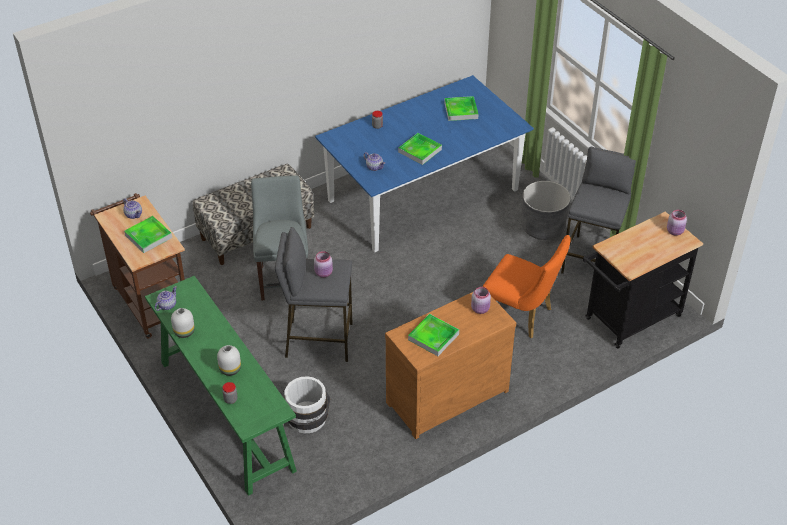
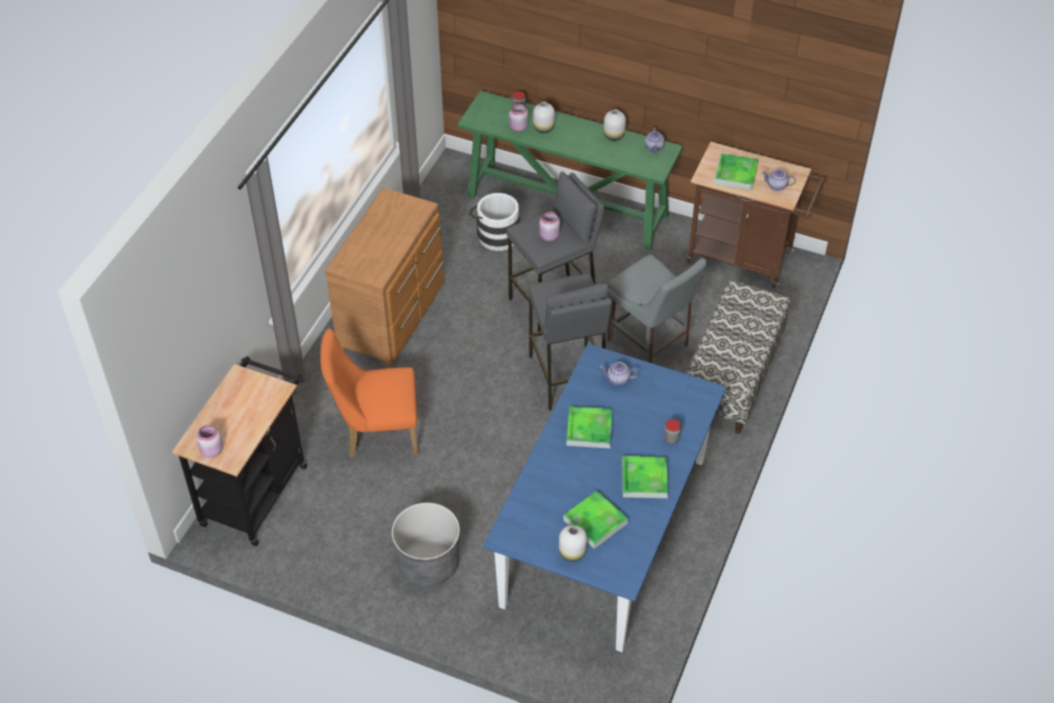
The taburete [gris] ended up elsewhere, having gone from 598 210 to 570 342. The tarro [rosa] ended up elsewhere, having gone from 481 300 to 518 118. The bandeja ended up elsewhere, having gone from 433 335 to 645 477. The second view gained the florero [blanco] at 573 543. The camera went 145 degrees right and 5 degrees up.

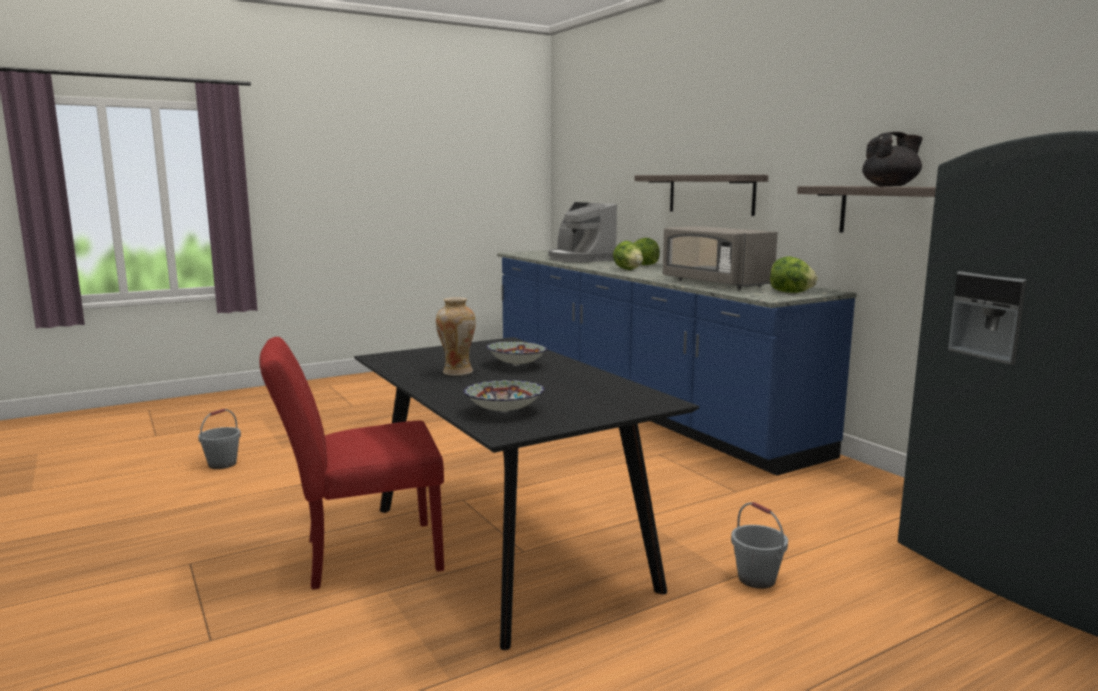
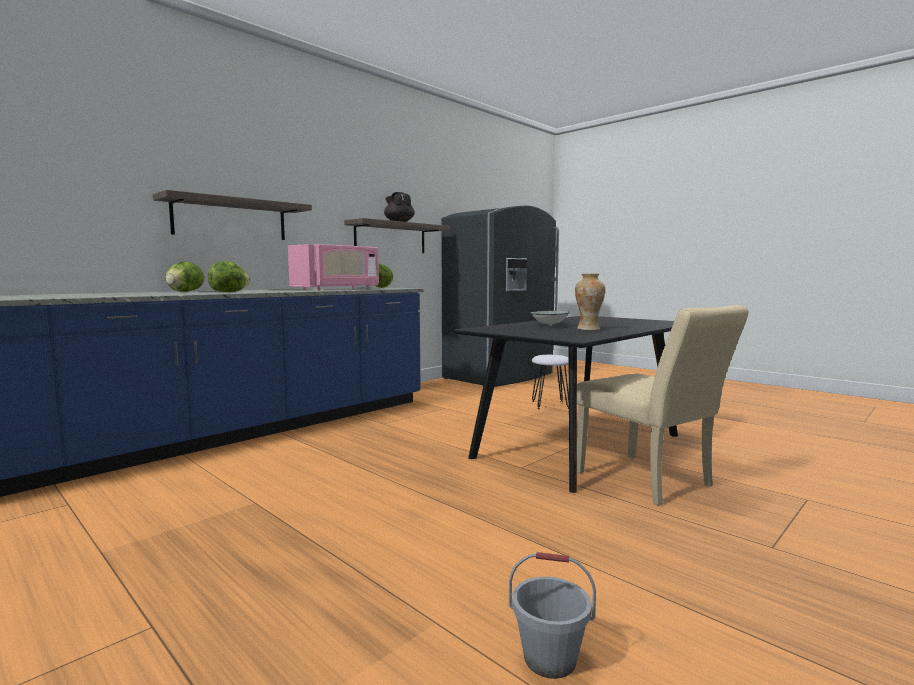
The second view lost the cafetera at 582 232. What was the microondas [gris] at 720 257 turned into the microondas [rosa] at 333 267. What was the silla [rojo] at 351 463 turned into the silla [beis] at 663 405. The second view lost the cuenco at 504 396. Where the cubo [gris] stood at 759 545, the taburete [blanco] came to stand at 550 382. The camera went 105 degrees left and 5 degrees down.

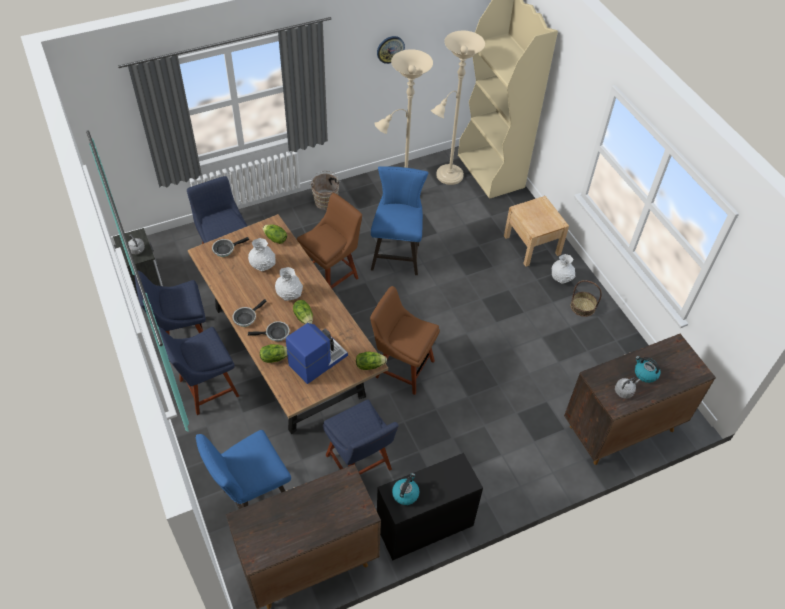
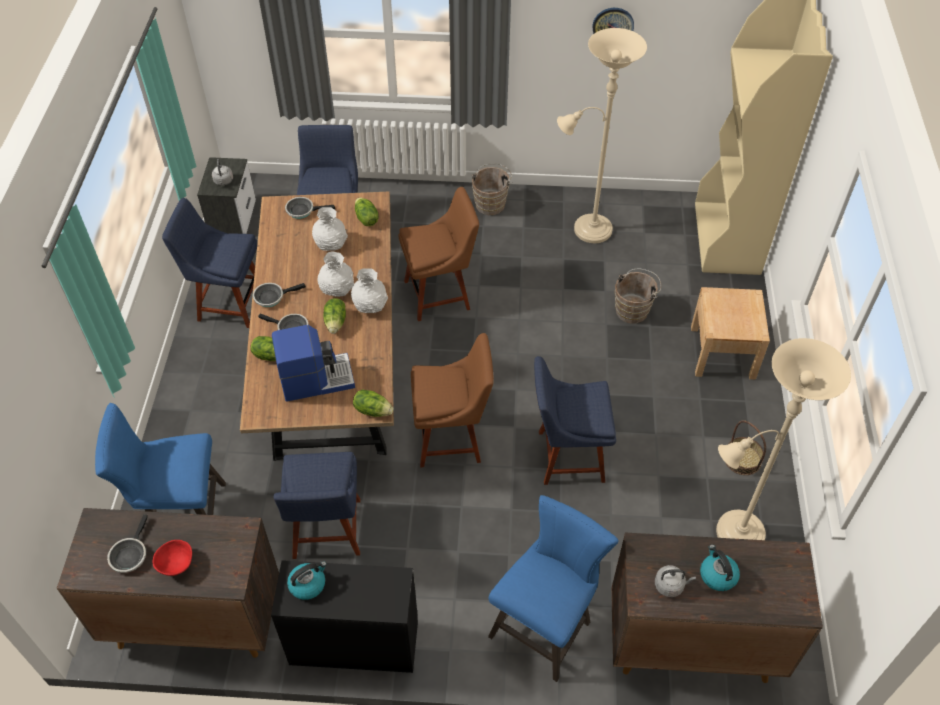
The lámpara de pie [beis] ended up elsewhere, having gone from 457 108 to 783 439. The taburete [azul] ended up elsewhere, having gone from 399 220 to 553 588. The florero [blanco] ended up elsewhere, having gone from 563 269 to 369 290. The silla [marrón] at 405 340 ended up facing another way, 120 degrees clockwise from before. The silla [azul] ended up elsewhere, having gone from 199 371 to 575 420. The second view gained the cubo [marrón] at 638 296. The second view gained the sartén at 127 543. The second view gained the cuenco [rojo] at 172 558. The camera went 30 degrees right and 0 degrees up.

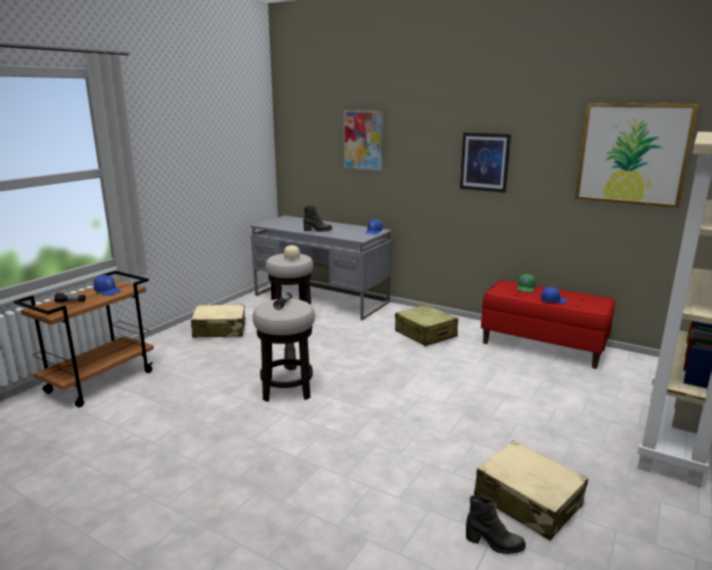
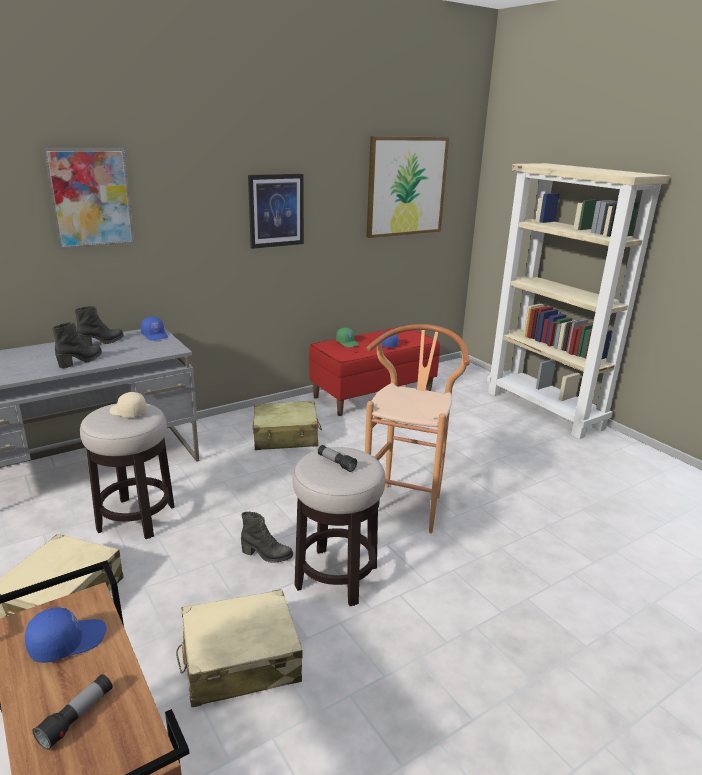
The maleta [beis] ended up elsewhere, having gone from 531 490 to 239 648. The bota [negro] ended up elsewhere, having gone from 496 524 to 98 326. The second view gained the taburete [marrón] at 417 428. The camera went 65 degrees left and 5 degrees up.

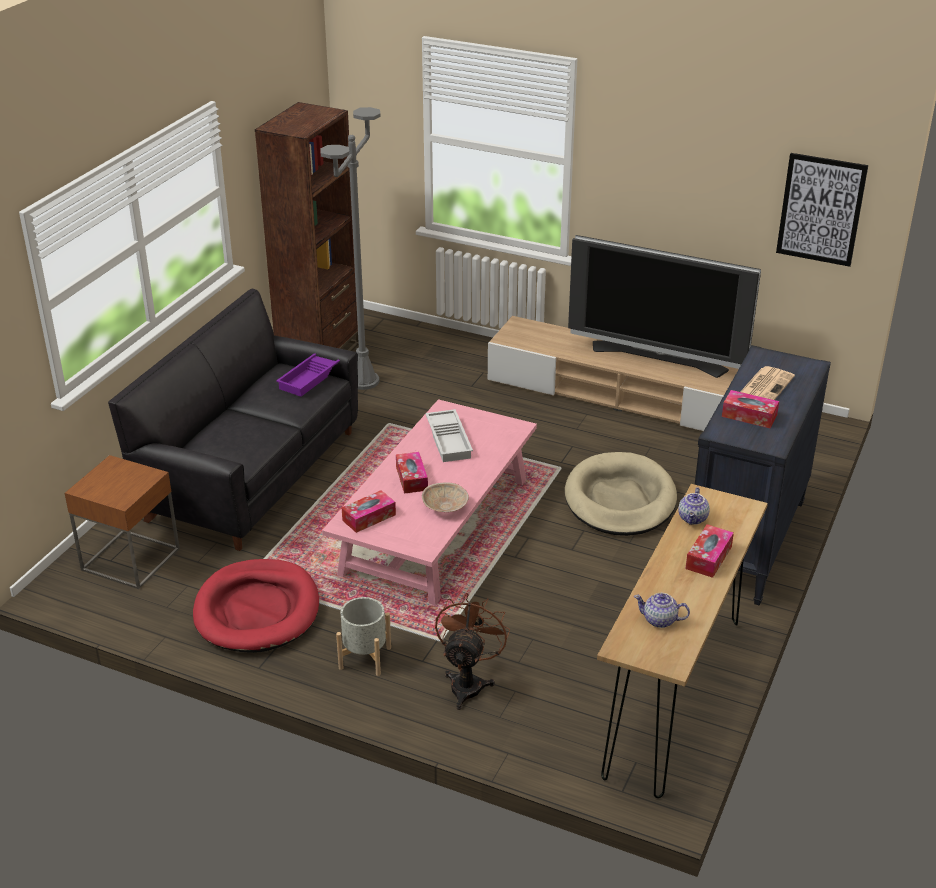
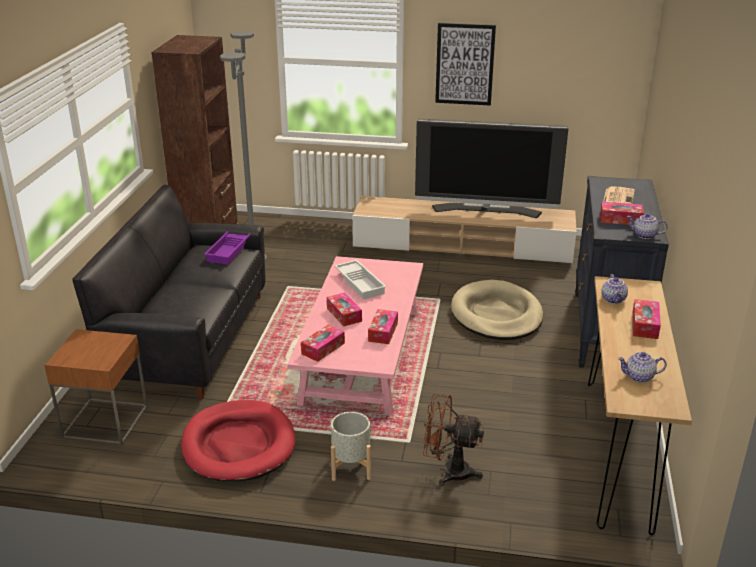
The cuadro ended up elsewhere, having gone from 822 210 to 465 64. Where the cuenco [beis] stood at 445 497, the caja de pañuelos came to stand at 383 326. The ventilador [marrón] at 472 651 ended up facing another way, 75 degrees counterclockwise from before. The second view gained the tetera at 647 226. The camera went 15 degrees left and 5 degrees down.

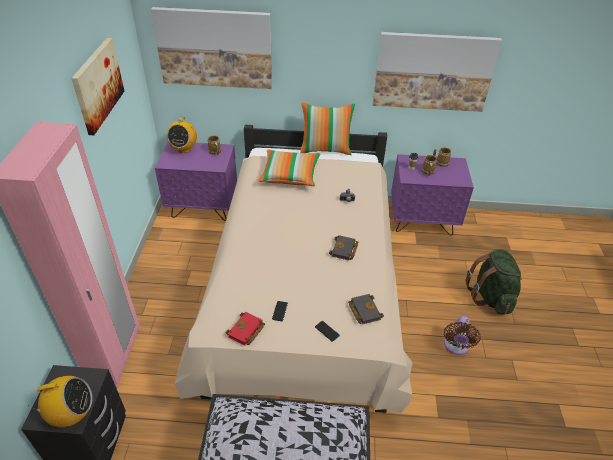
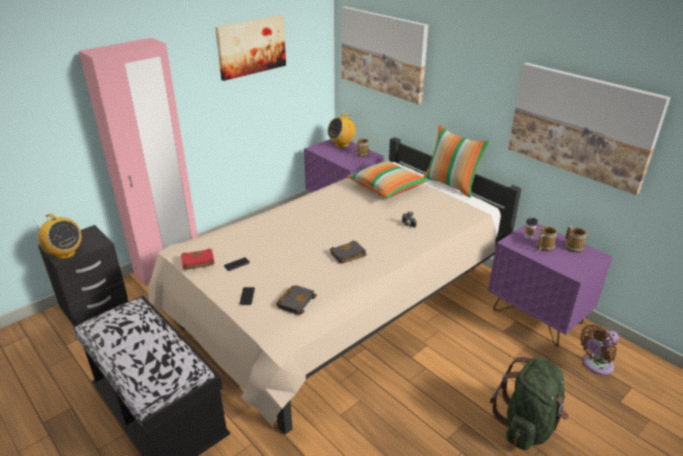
The ventilador [marrón] ended up elsewhere, having gone from 462 335 to 599 350. The camera went 45 degrees right and 10 degrees down.

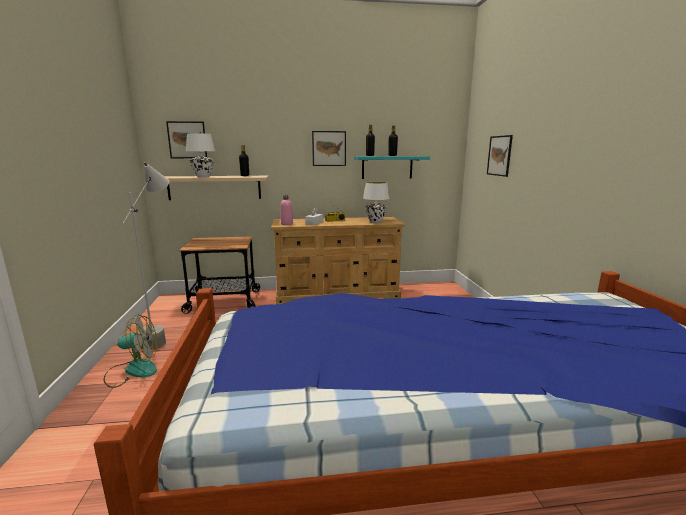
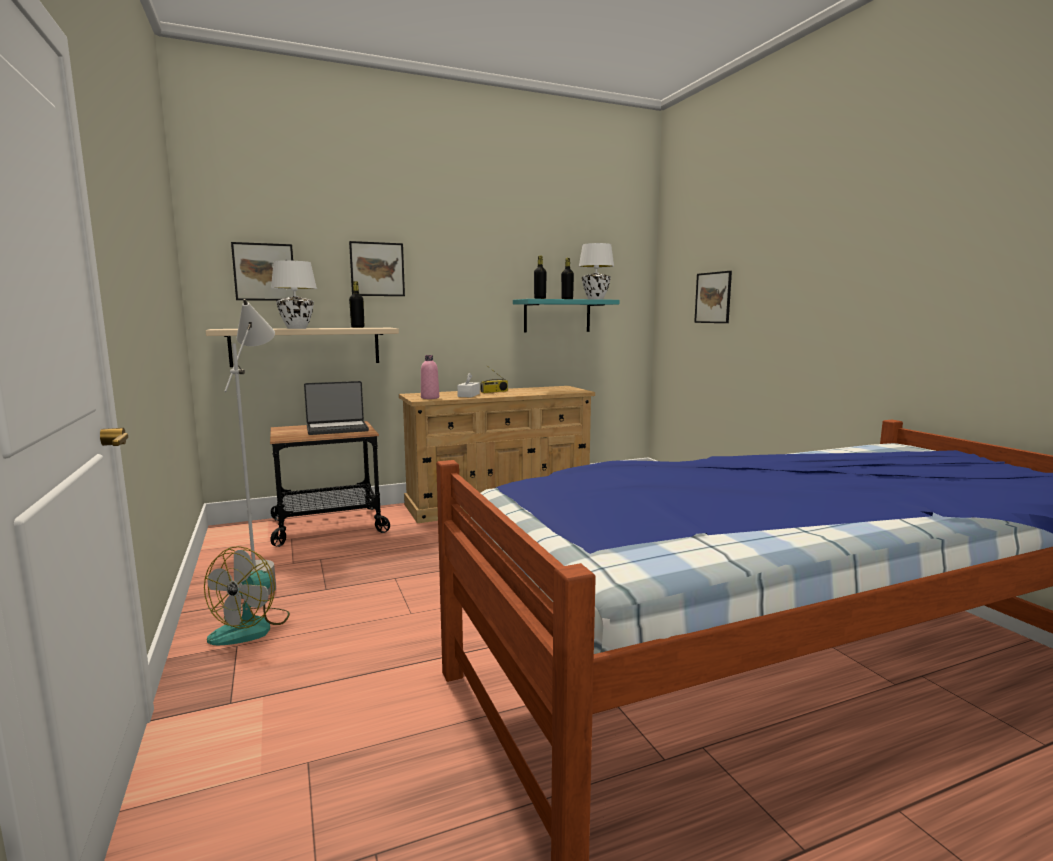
The cuadro ended up elsewhere, having gone from 329 148 to 377 268. The lámpara de mesa [blanco] ended up elsewhere, having gone from 376 202 to 596 271. The ventilador at 130 351 ended up facing another way, 135 degrees clockwise from before. The second view gained the portátil at 336 408. The camera went 15 degrees left and 5 degrees down.

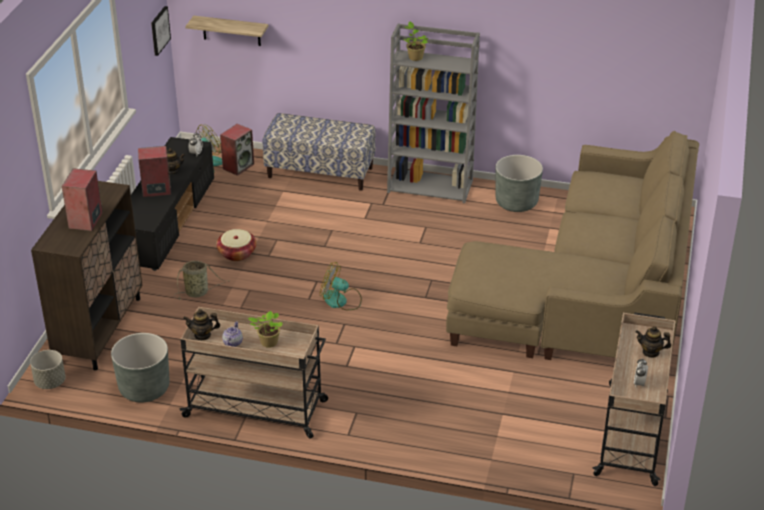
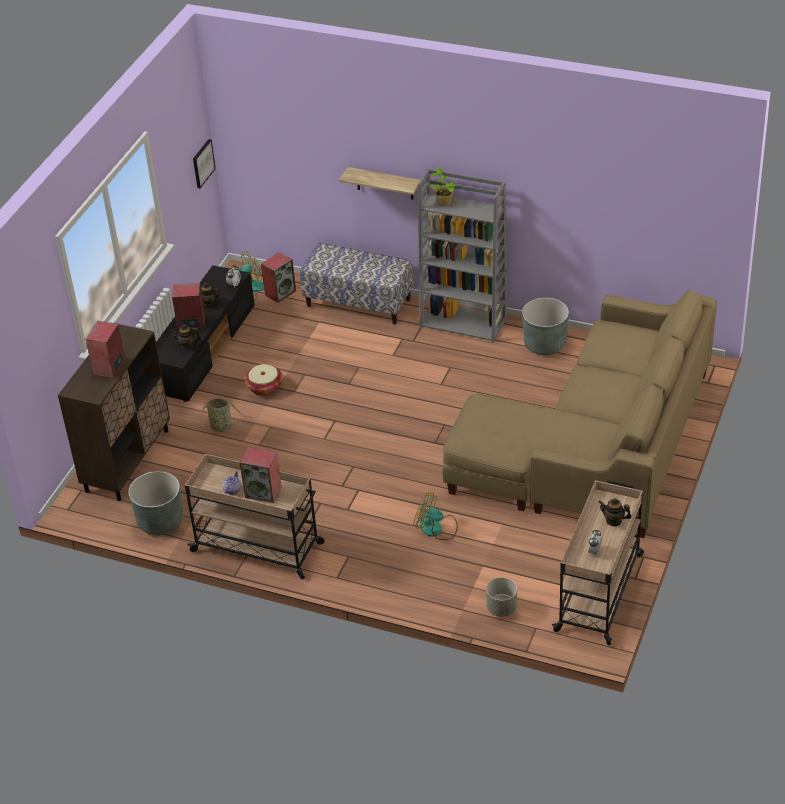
The estante ended up elsewhere, having gone from 227 31 to 379 183. The ventilador ended up elsewhere, having gone from 341 286 to 436 516. The tetera ended up elsewhere, having gone from 201 324 to 186 337. Where the planta en maceta stood at 265 329, the altavoz came to stand at 260 475. The maceta [gris] ended up elsewhere, having gone from 48 369 to 501 597. The camera went 10 degrees right and 5 degrees up.

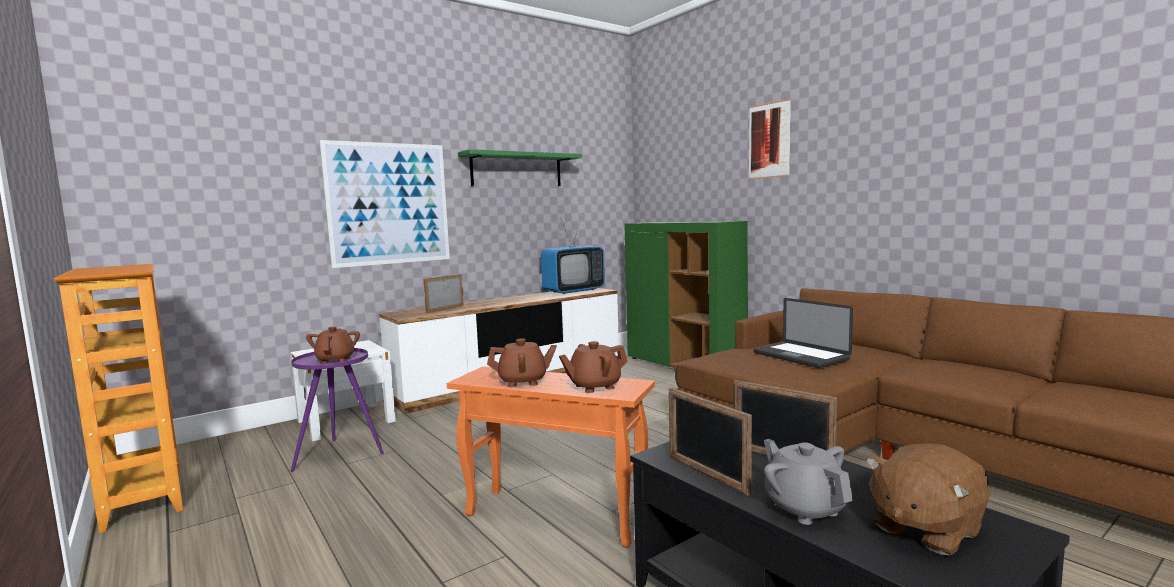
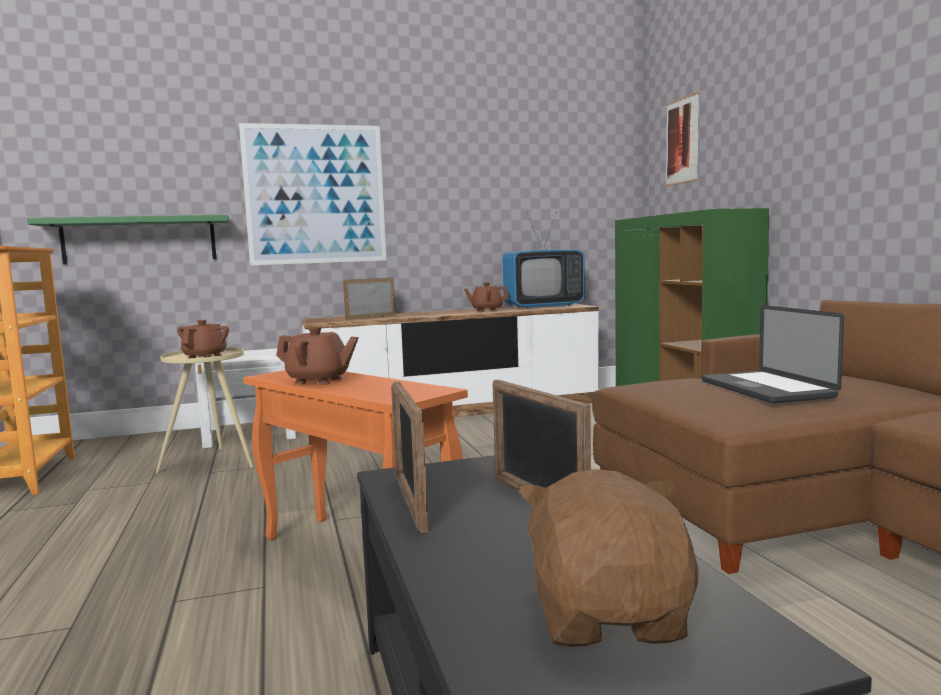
The cuadro ended up elsewhere, having gone from 770 138 to 682 139. The estante [verde] ended up elsewhere, having gone from 520 167 to 128 239. The tetera [marrón] ended up elsewhere, having gone from 593 367 to 486 297. What was the mesa auxiliar [morado] at 337 410 turned into the mesa auxiliar [beis] at 204 410. The second view lost the tetera [gris] at 808 482. The peluche [marrón] at 928 499 ended up facing another way, 105 degrees clockwise from before. The camera went 20 degrees right and 0 degrees up.

